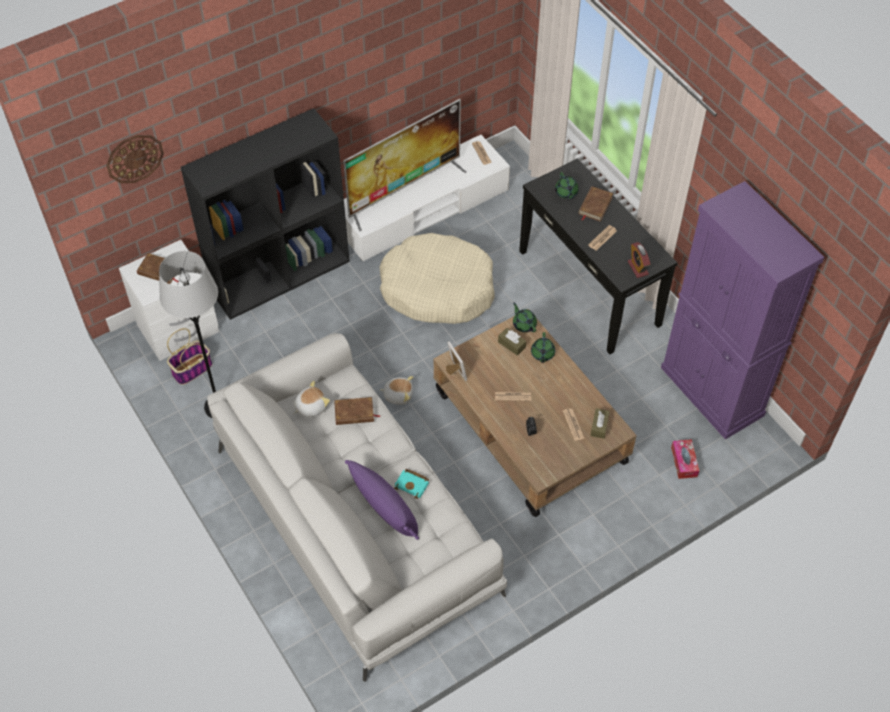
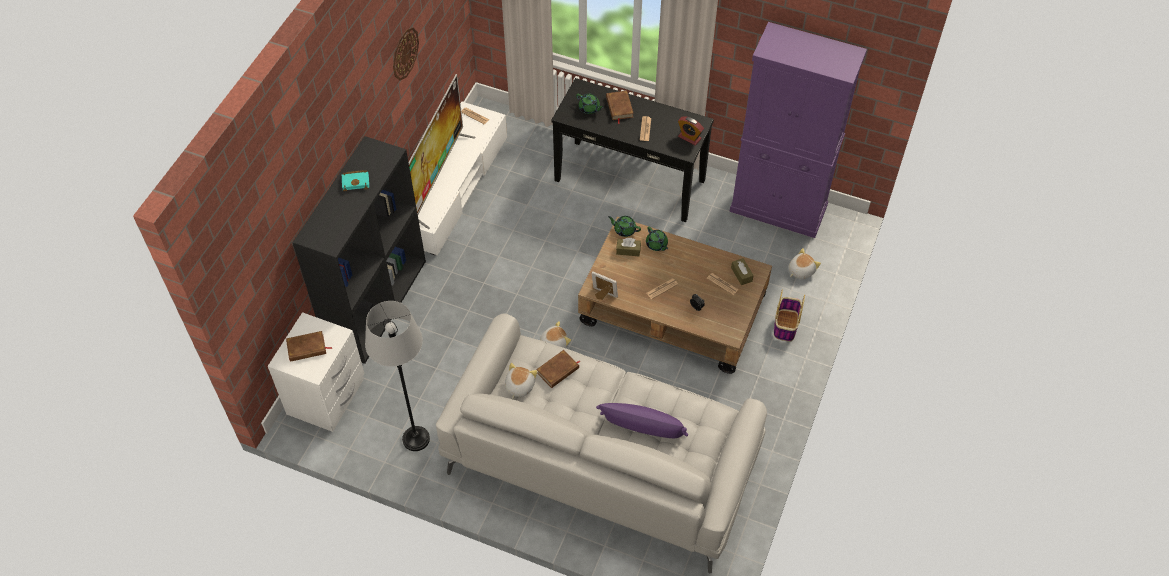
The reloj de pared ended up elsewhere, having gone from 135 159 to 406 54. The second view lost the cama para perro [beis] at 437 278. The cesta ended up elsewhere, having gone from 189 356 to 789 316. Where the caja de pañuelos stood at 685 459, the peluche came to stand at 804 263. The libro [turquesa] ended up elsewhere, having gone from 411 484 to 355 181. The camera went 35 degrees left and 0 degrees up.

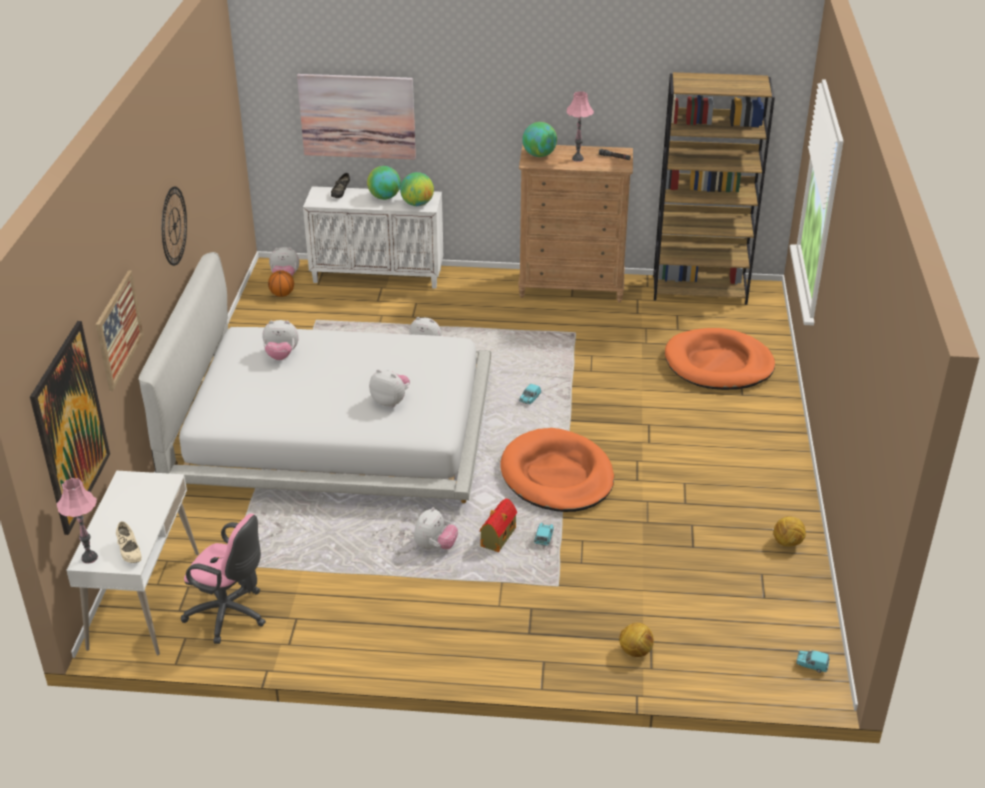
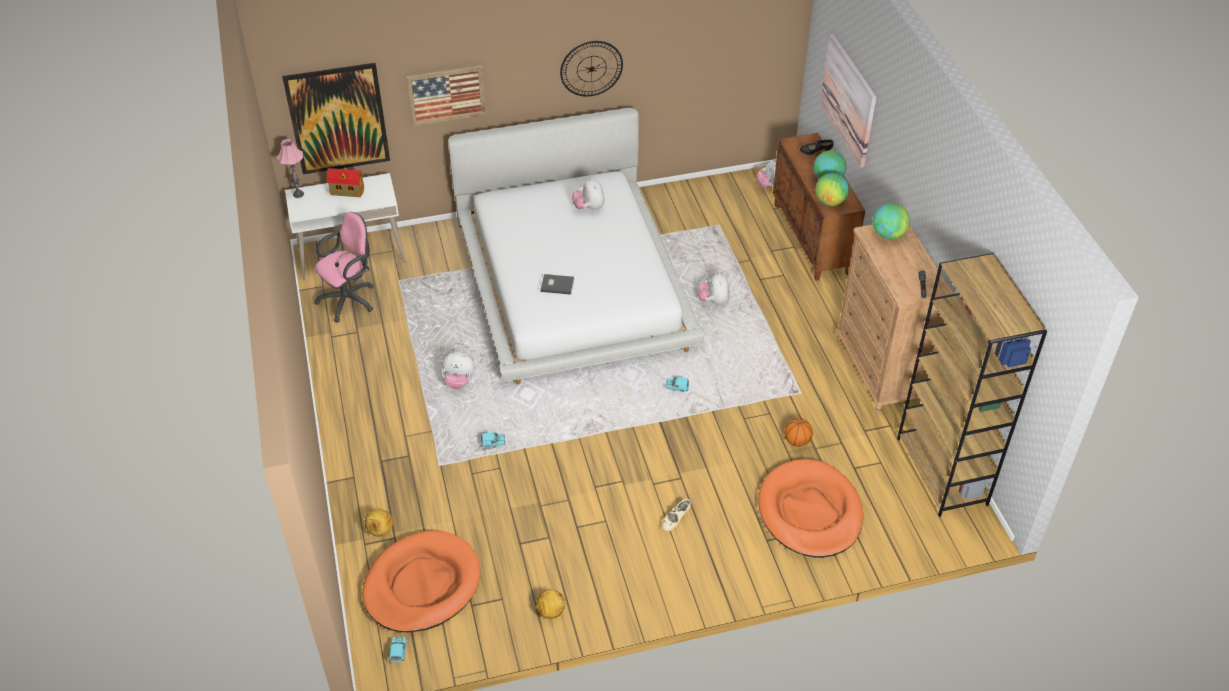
The second view lost the lámpara de mesa [rosa] at 580 126. What was the armario [blanco] at 373 237 turned into the armario [marrón] at 819 207. The balón de baloncesto ended up elsewhere, having gone from 281 283 to 798 432. Where the peluche stood at 389 388, the libro [gris] came to stand at 557 284. The cama para perro [naranja] ended up elsewhere, having gone from 557 470 to 421 581. The casita ended up elsewhere, having gone from 498 525 to 345 182. The silla de oficina [rosa] at 223 579 ended up facing another way, 135 degrees counterclockwise from before. The zapato [beis] ended up elsewhere, having gone from 129 542 to 676 515. The camera went 70 degrees right and 10 degrees up.

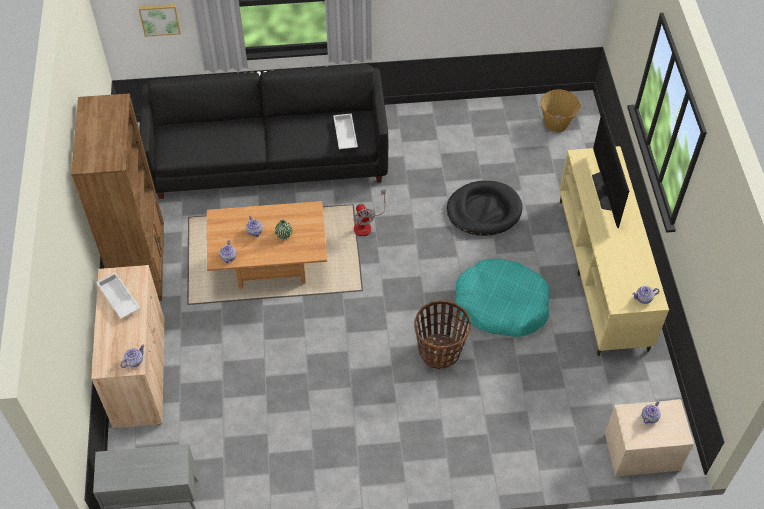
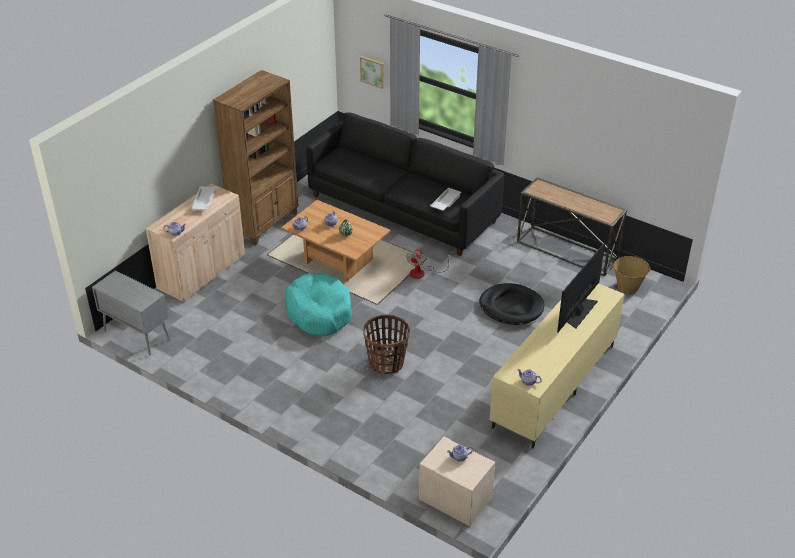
The cama para perro [turquesa] ended up elsewhere, having gone from 502 298 to 318 304. The second view gained the mesa consola at 572 226. The camera went 40 degrees right and 15 degrees down.

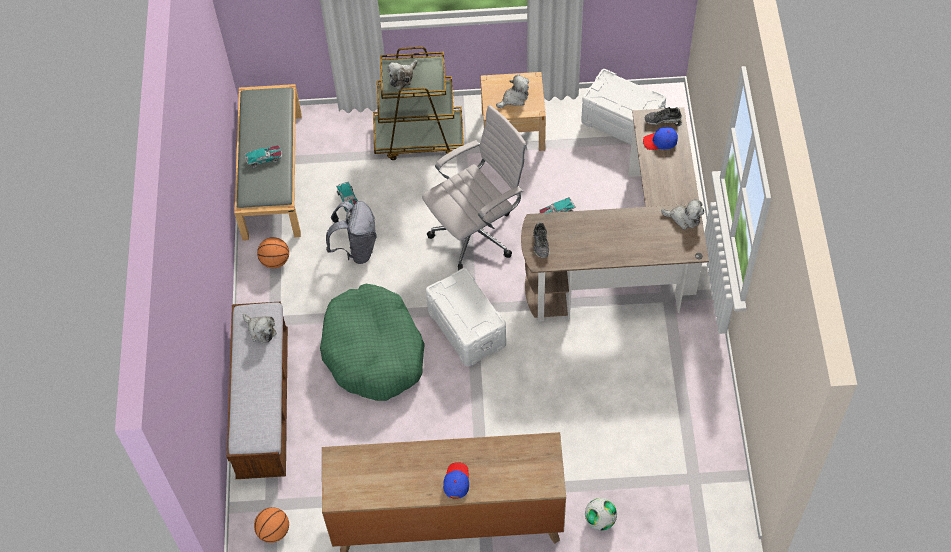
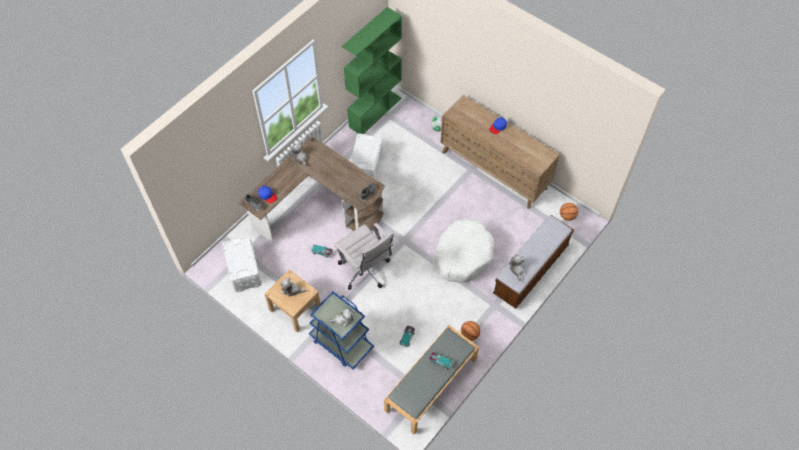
What was the carrito [marrón] at 418 103 turned into the carrito [azul] at 341 330. The silla de oficina [blanco] at 474 187 ended up facing another way, 135 degrees counterclockwise from before. The second view lost the mochila [gris] at 351 232. The caja de almacenaje [blanco] ended up elsewhere, having gone from 466 317 to 366 156. What was the cama para perro [verde] at 372 342 turned into the cama para perro [blanco] at 463 251. The second view gained the estantería [verde] at 372 70. The camera went 140 degrees left and 0 degrees up.

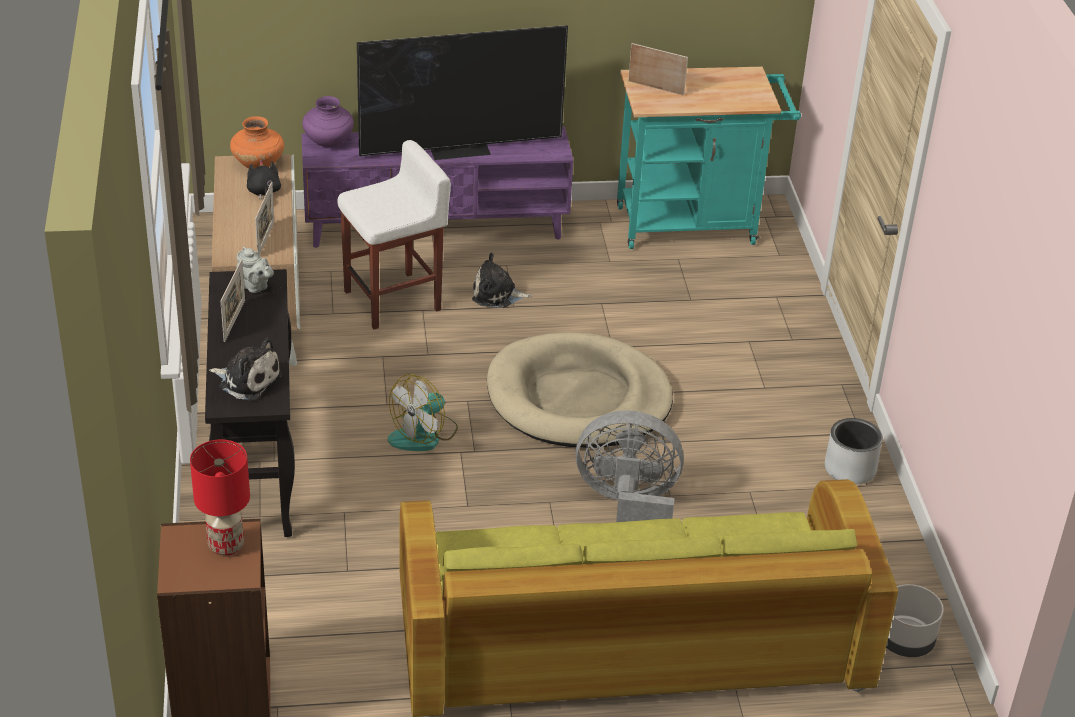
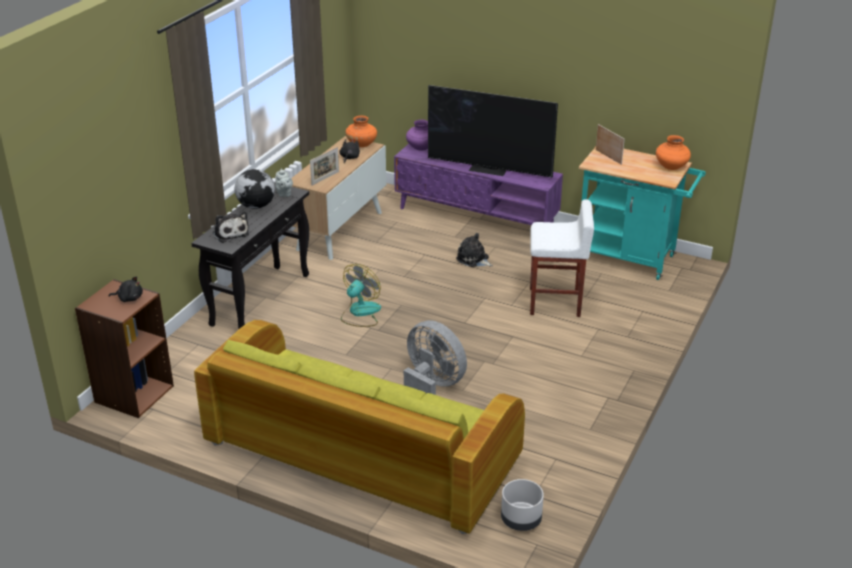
The taburete [blanco] ended up elsewhere, having gone from 394 234 to 562 258. Where the portarretratos stood at 232 300, the globo terráqueo came to stand at 255 189. The second view lost the cama para perro [beis] at 580 390. The ventilador at 423 412 ended up facing another way, 135 degrees clockwise from before. The second view lost the maceta [gris] at 854 451. Where the lámpara de mesa [rojo] stood at 220 498, the peluche [negro] came to stand at 126 289. The second view gained the florero [naranja] at 673 152. The camera went 35 degrees right and 5 degrees down.

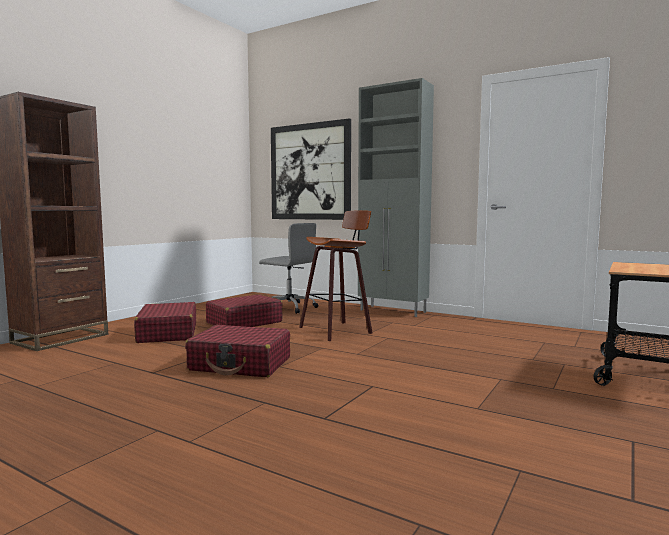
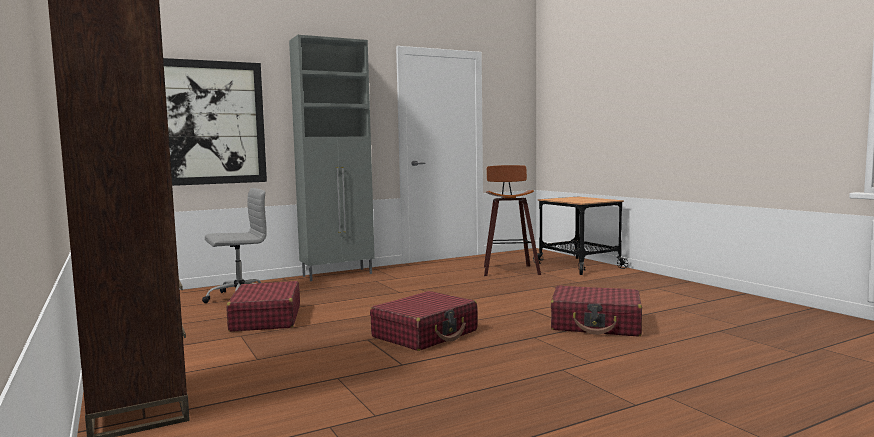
The taburete ended up elsewhere, having gone from 336 275 to 512 220. The maleta [rojo] ended up elsewhere, having gone from 165 322 to 596 311. The camera went 60 degrees left and 0 degrees up.

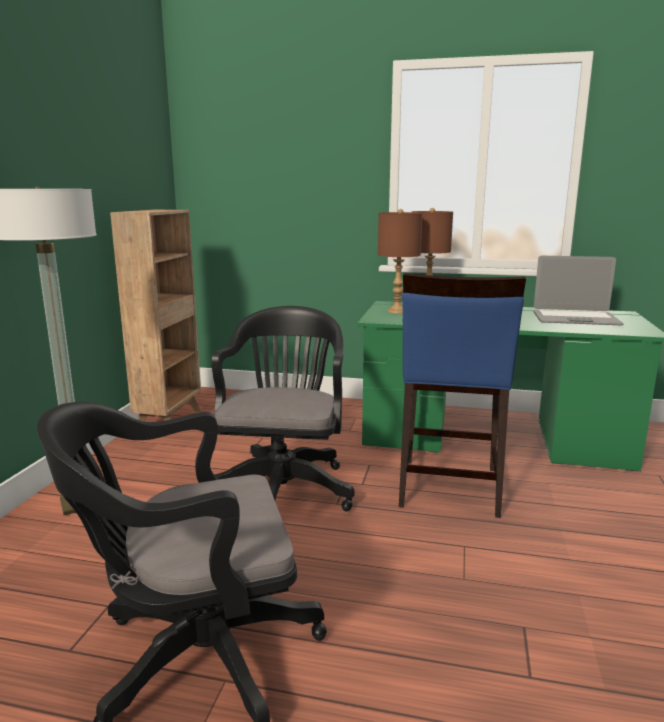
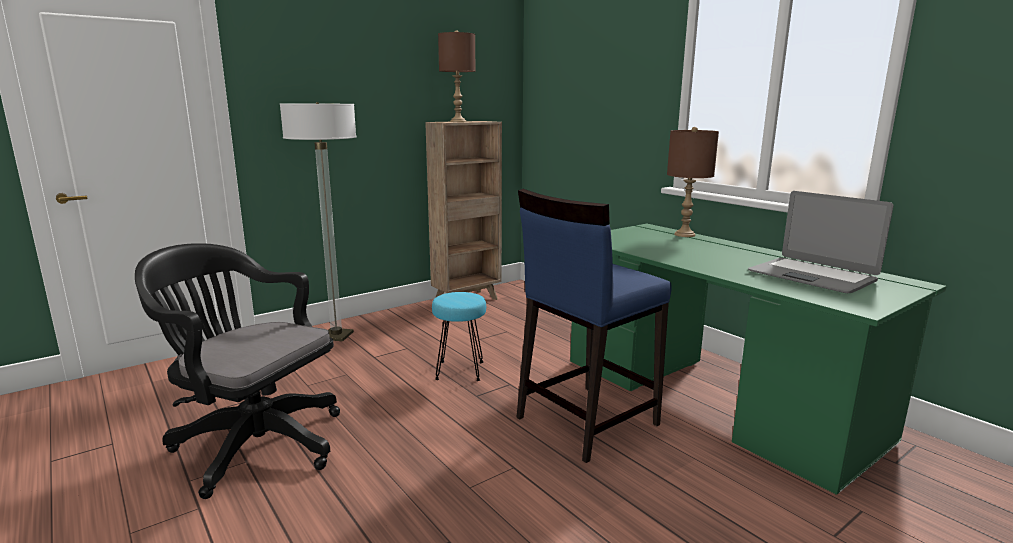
The lámpara de mesa [marrón] ended up elsewhere, having gone from 400 261 to 457 76. Where the silla de oficina [negro] stood at 283 408, the taburete [turquesa] came to stand at 459 336. The camera went 40 degrees right and 0 degrees up.

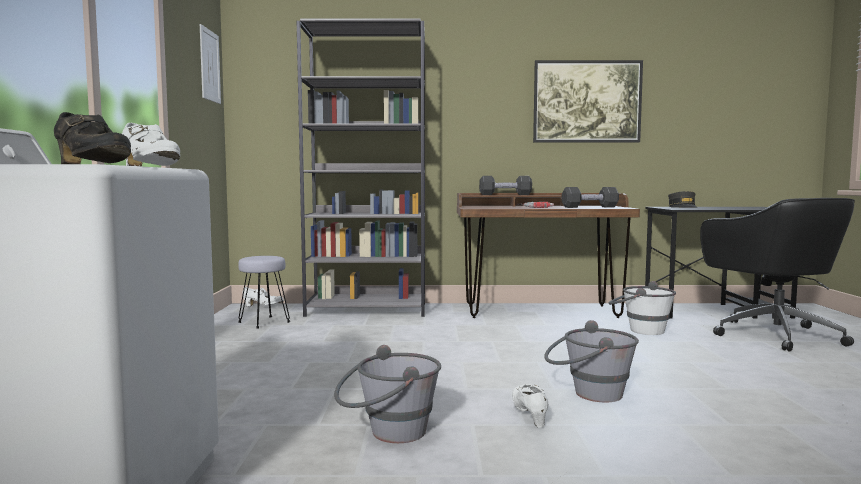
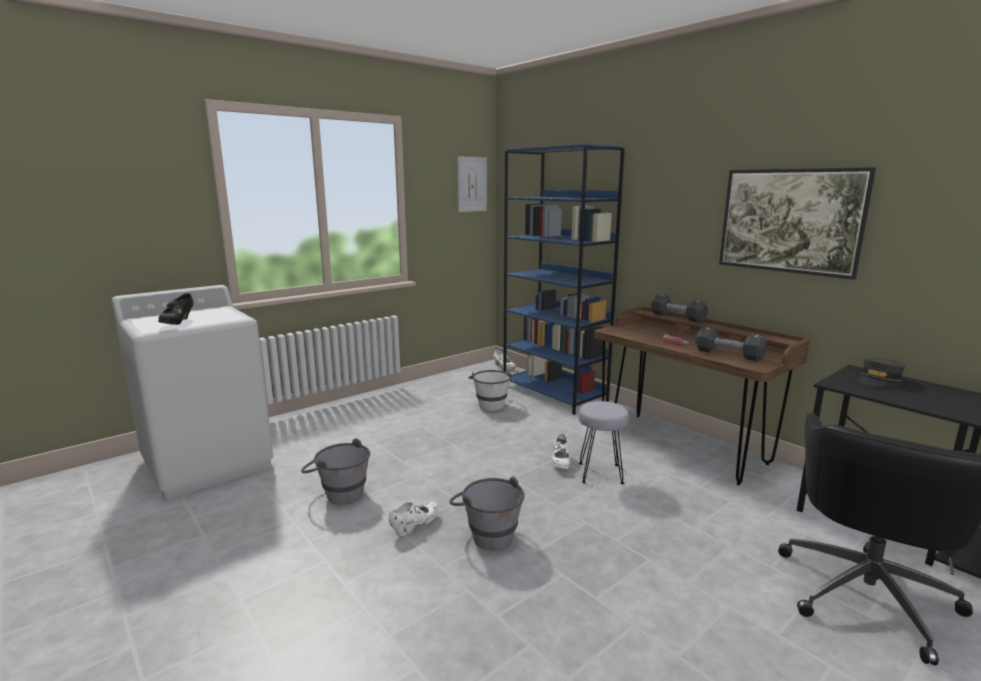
What was the estantería [gris] at 361 168 turned into the estantería [azul] at 564 279. The zapato [blanco] ended up elsewhere, having gone from 151 145 to 561 451. The taburete [gris] ended up elsewhere, having gone from 264 292 to 603 442. The cubo [blanco] ended up elsewhere, having gone from 642 308 to 490 390. The camera went 50 degrees right and 10 degrees up.

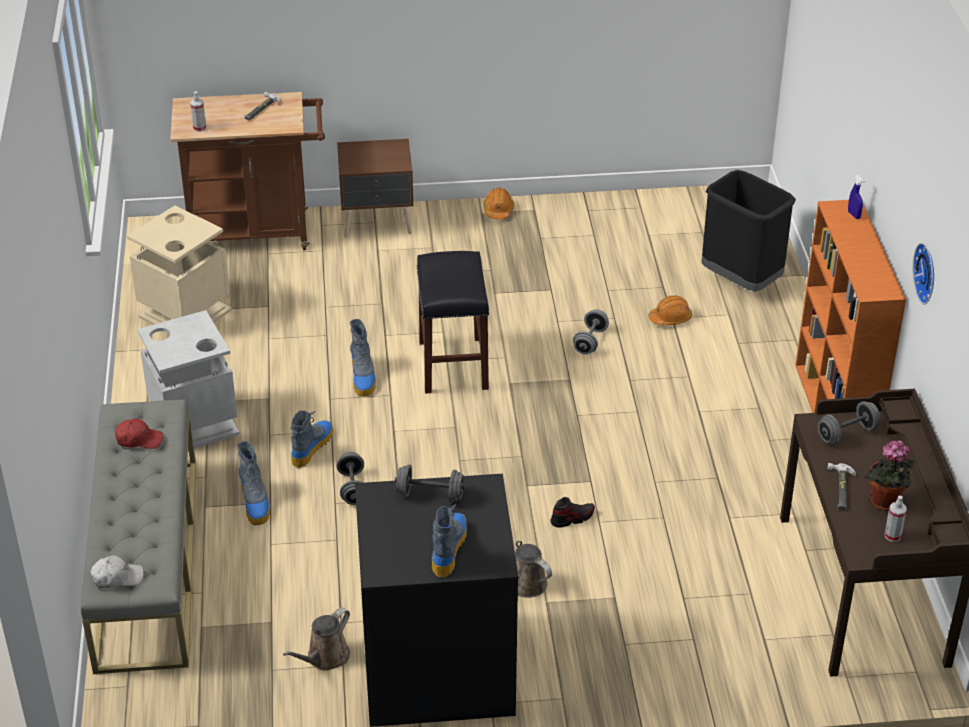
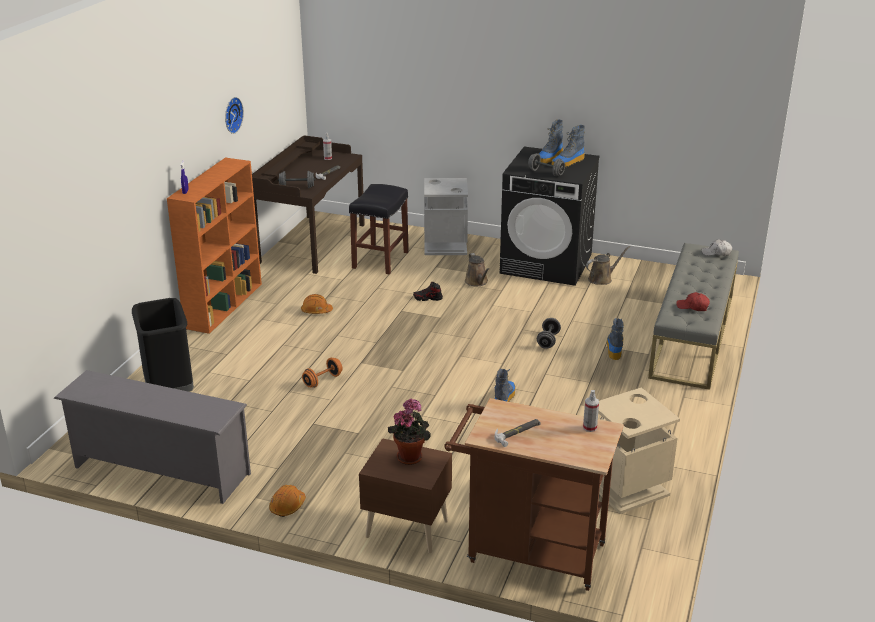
The taburete [negro] ended up elsewhere, having gone from 453 322 to 379 229. The casco [naranja] ended up elsewhere, having gone from 670 310 to 317 304. What was the mancuerna [gris] at 591 331 turned into the mancuerna [naranja] at 322 373. The papelera [gris] ended up elsewhere, having gone from 188 380 to 446 216. The bota ended up elsewhere, having gone from 312 439 to 568 146. The planta en maceta ended up elsewhere, having gone from 889 476 to 409 432. The second view gained the zapatero [gris] at 152 437. The camera went 155 degrees left and 10 degrees down.

